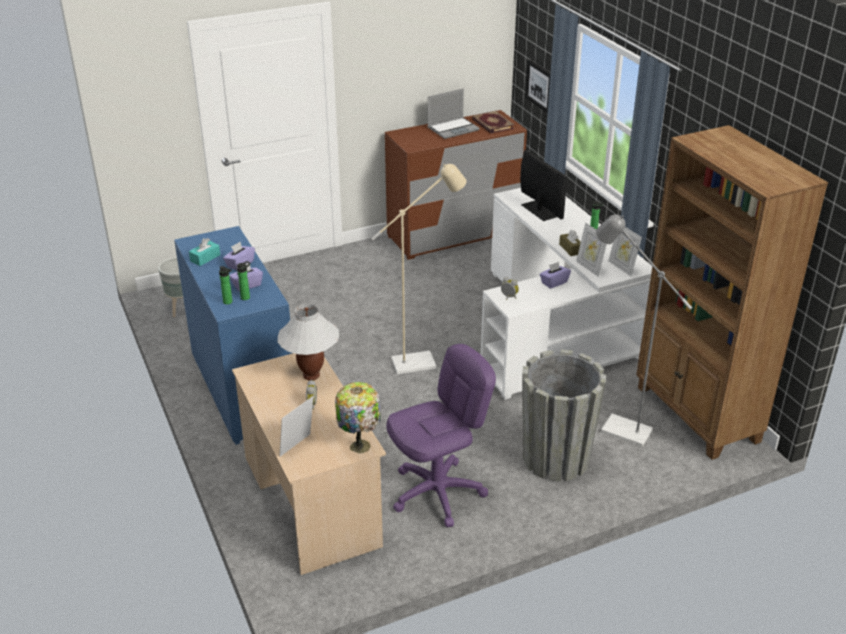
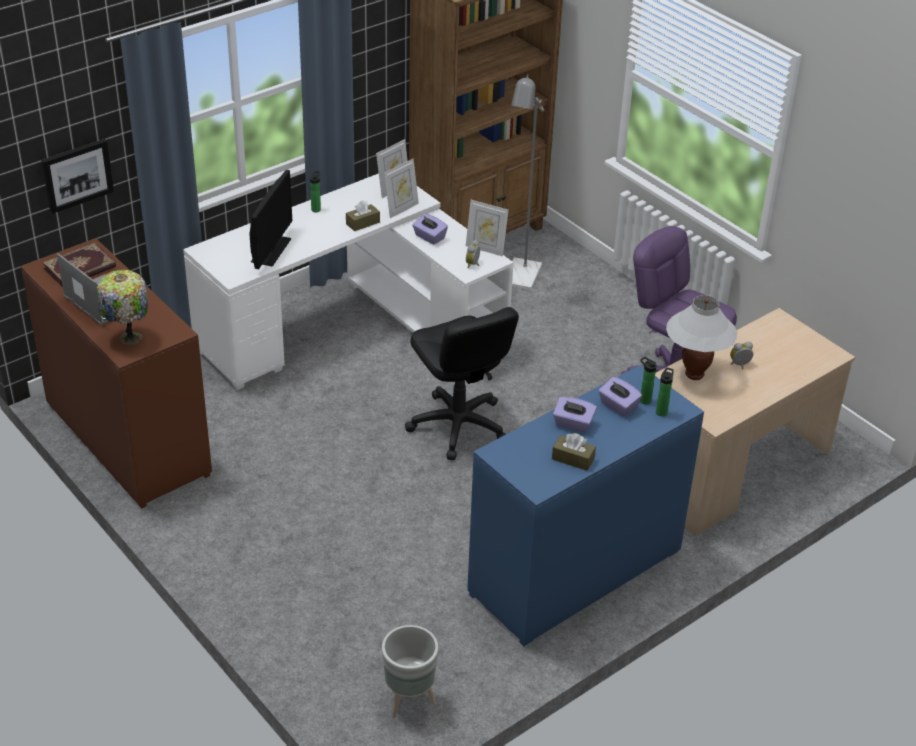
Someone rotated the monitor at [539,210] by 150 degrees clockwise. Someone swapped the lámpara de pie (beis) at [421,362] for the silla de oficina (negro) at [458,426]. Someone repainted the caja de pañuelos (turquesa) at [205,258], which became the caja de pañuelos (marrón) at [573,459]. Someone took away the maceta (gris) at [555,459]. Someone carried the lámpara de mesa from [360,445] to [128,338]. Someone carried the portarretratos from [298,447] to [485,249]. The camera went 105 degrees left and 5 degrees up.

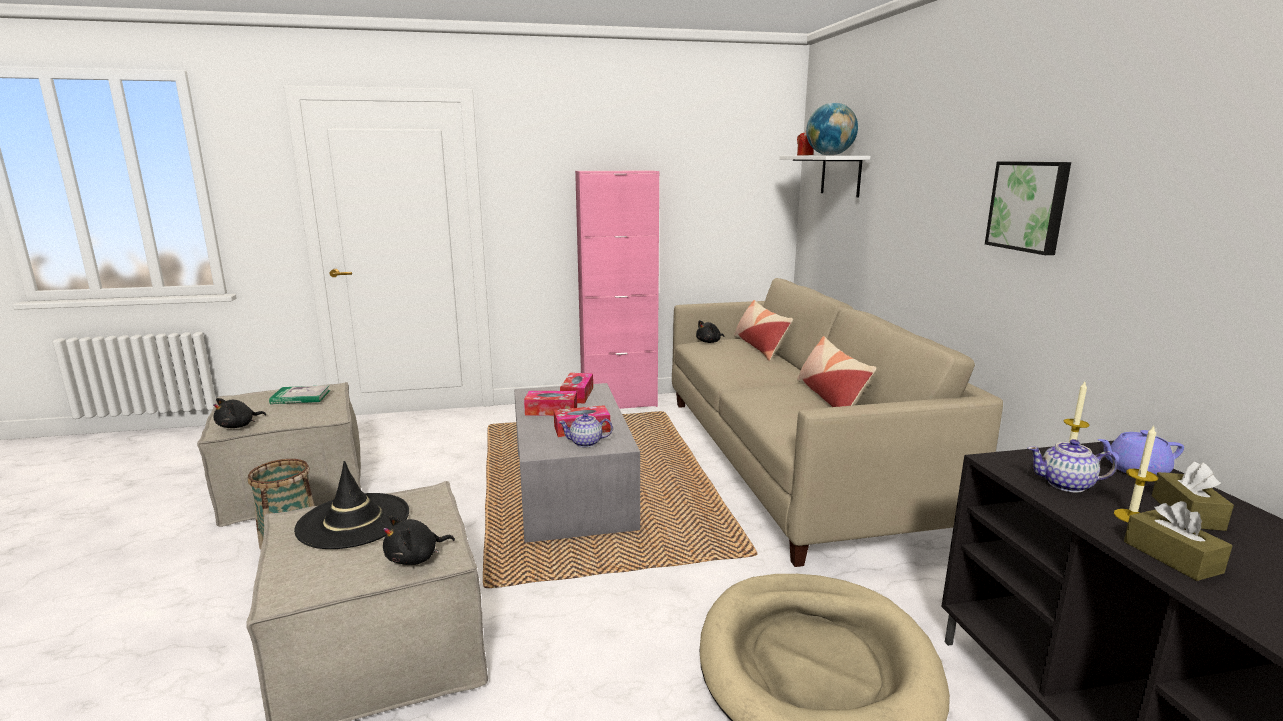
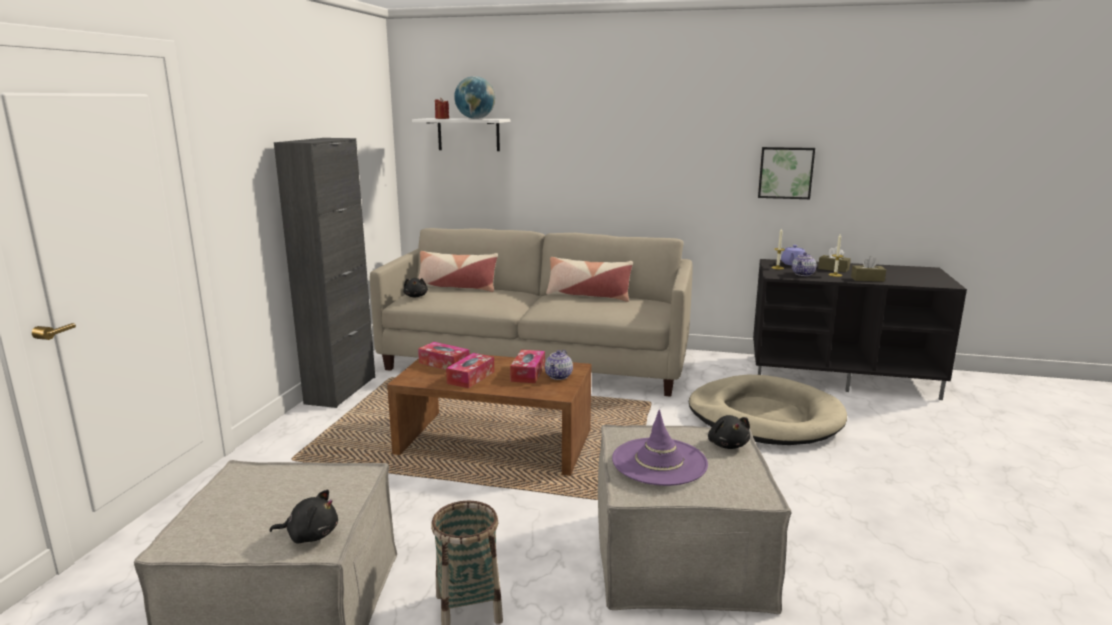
Someone carried the cuadro from [1029,206] to [785,172]. Someone repainted the armario (rosa) at [619,403], which became the armario (negro) at [341,390]. Someone repainted the mesa de centro (gris) at [573,488], which became the mesa de centro (marrón) at [495,441]. Someone took away the libro at [301,397]. Someone rotated the peluche (negro) at [238,426] by 60 degrees counterclockwise. Someone repainted the sombrero (negro) at [353,521], which became the sombrero (morado) at [659,462]. The camera went 65 degrees left and 0 degrees up.

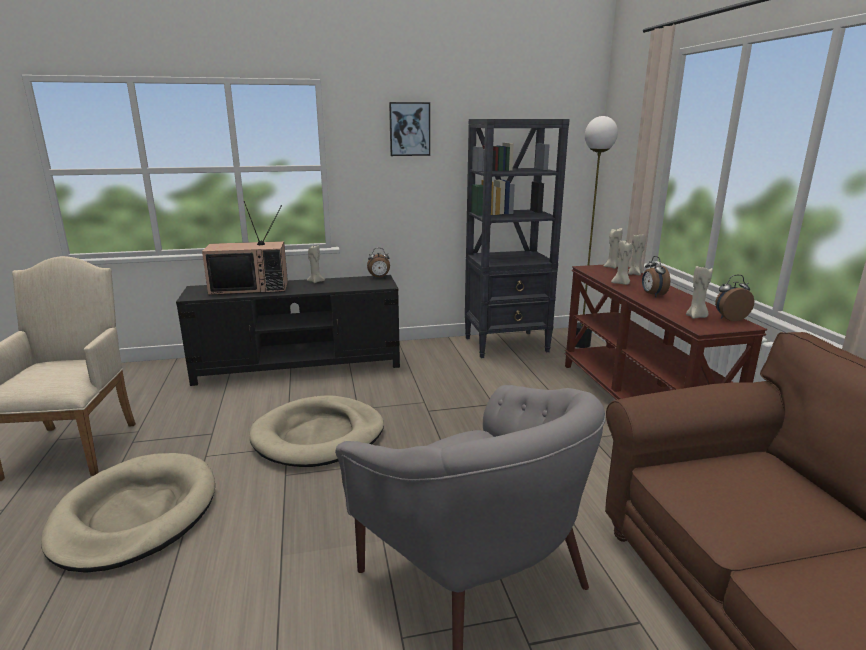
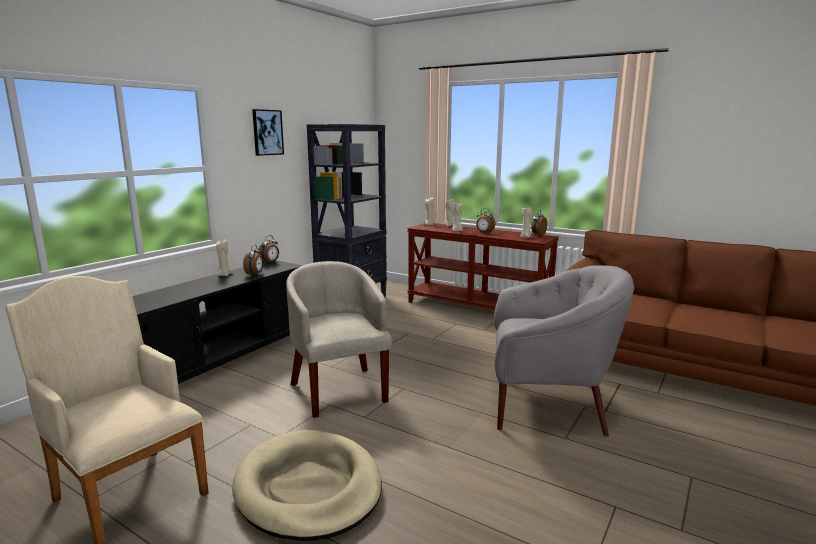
Someone took away the lámpara de pie at [581,344]. Someone took away the televisor at [250,288]. Someone swapped the cama para perro (beis) at [319,436] for the sillón (beis) at [339,390]. Someone put down the despertador at [255,274]. The camera went 45 degrees left and 5 degrees down.

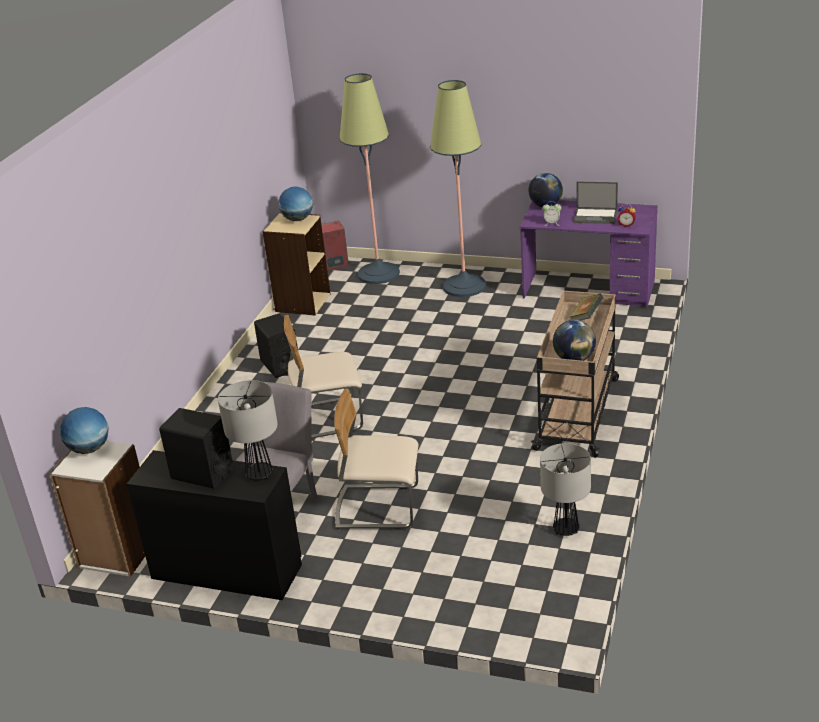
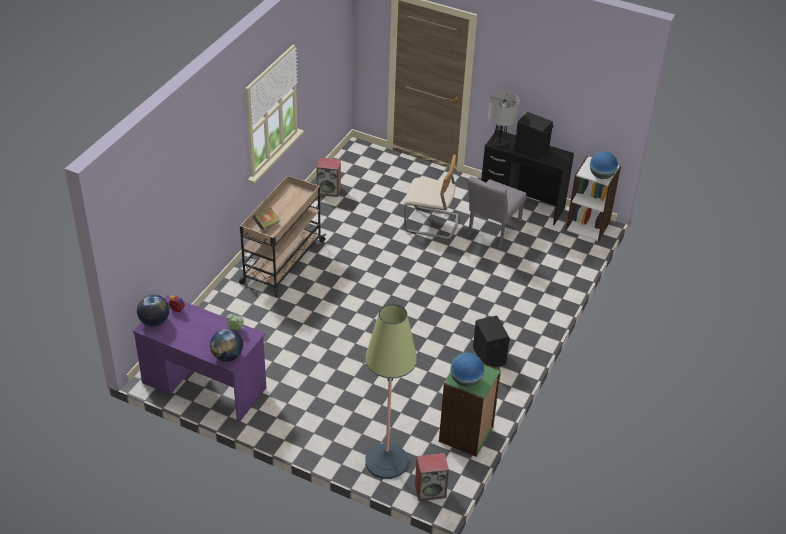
Someone took away the lámpara de pie at [464,286]. Someone took away the portátil at [596,216]. Someone repainted the estantería (beis) at [302,302], which became the estantería (verde) at [466,435]. Someone took away the silla (beis) at [325,419]. Someone carried the globo terráqueo from [574,359] to [154,321]. Someone swapped the lámpara de mesa at [565,530] for the altavoz at [329,190]. The camera went 175 degrees left and 10 degrees up.

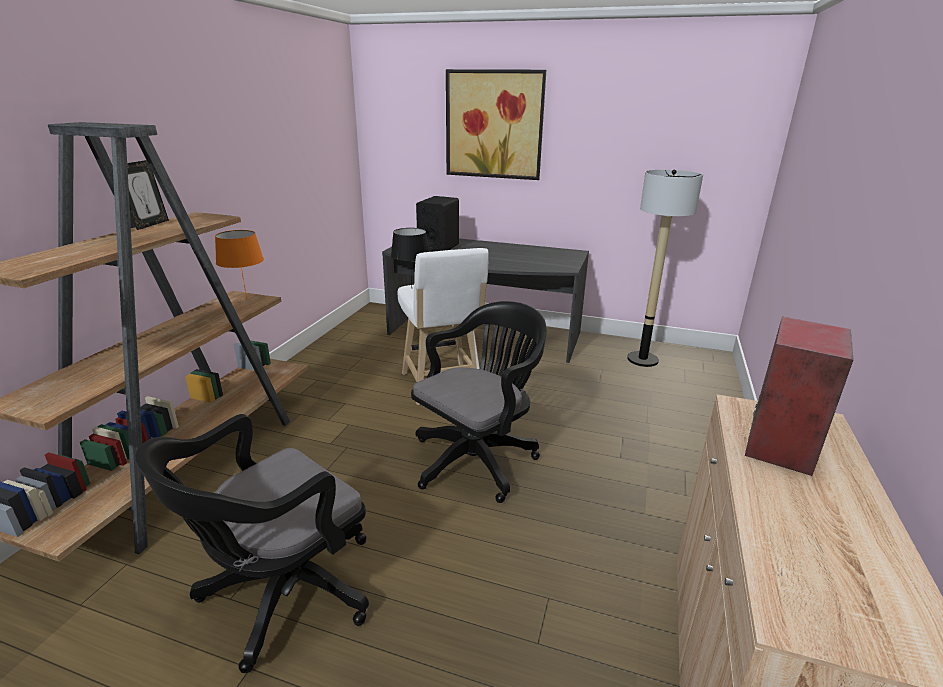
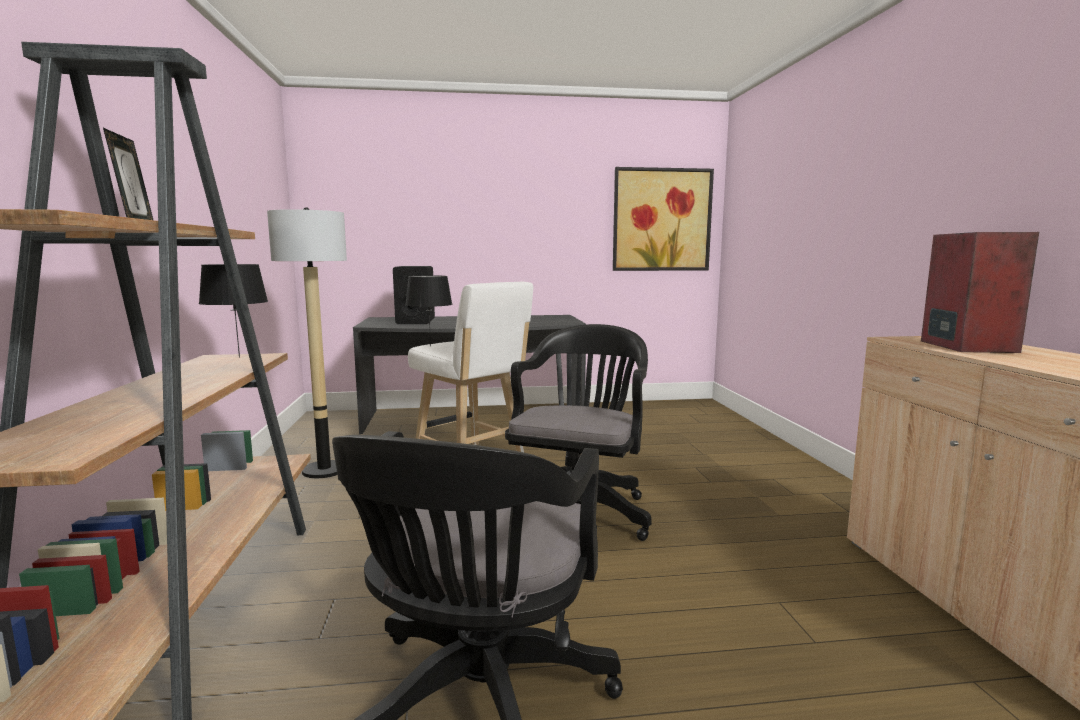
Someone carried the cuadro from [494,125] to [661,220]. Someone carried the lámpara de pie from [642,359] to [324,470]. Someone repainted the lámpara de mesa (naranja) at [247,299], which became the lámpara de mesa (negro) at [240,357]. The camera went 25 degrees left and 15 degrees down.

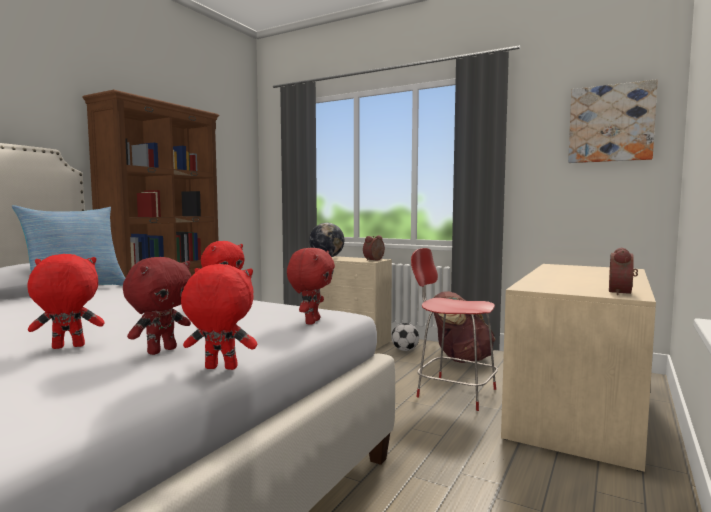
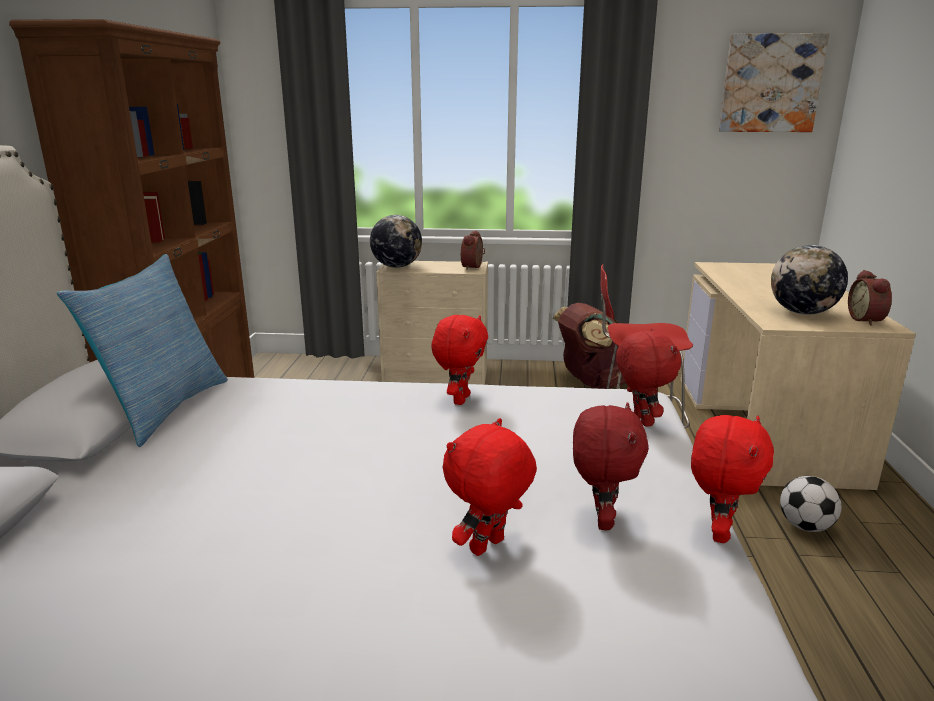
Someone rotated the peluche (rojo) at [220,369] by 135 degrees clockwise. Someone carried the balón de fútbol from [405,350] to [805,526]. Someone put down the globo terráqueo at [802,313]. The camera went 25 degrees left and 15 degrees up.

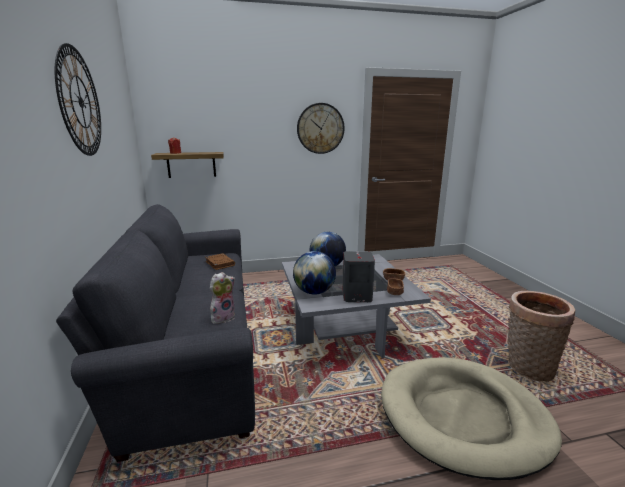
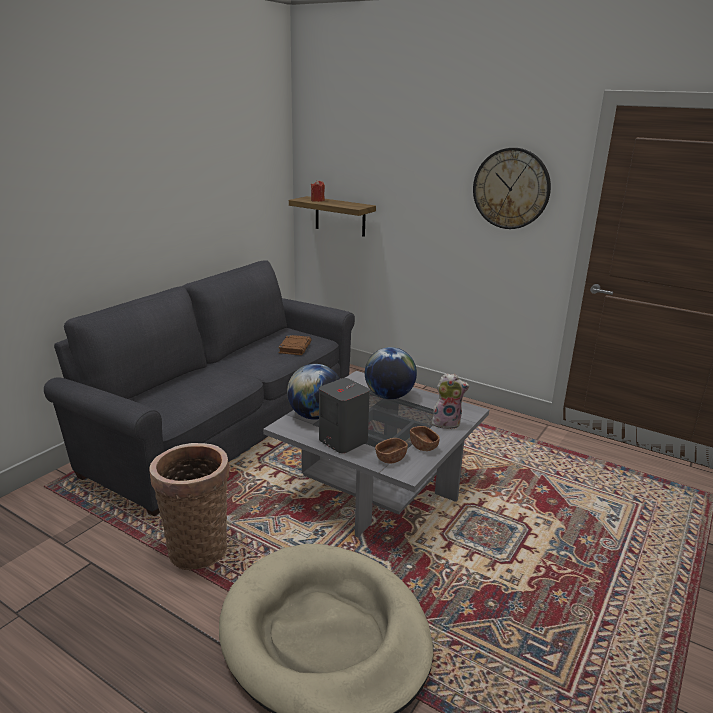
Someone took away the reloj de pared at [80,102]. Someone carried the peluche from [223,317] to [447,423]. Someone carried the cesta from [527,367] to [197,547]. The camera went 45 degrees right and 5 degrees up.

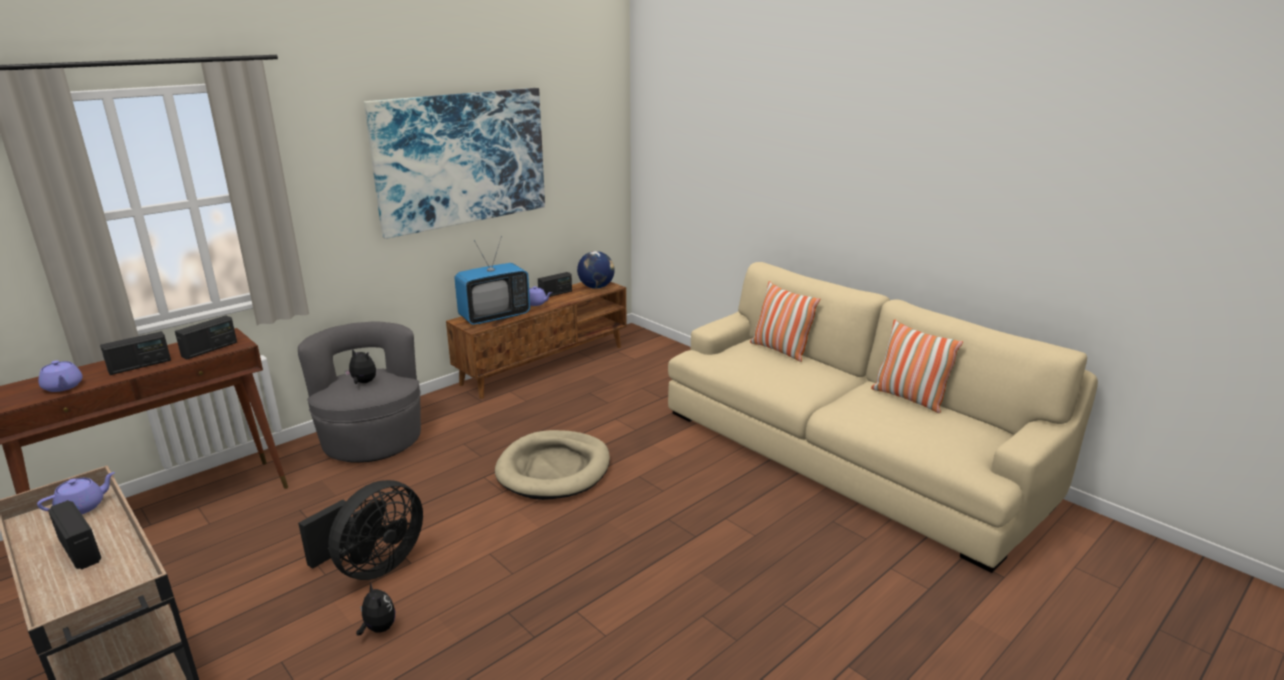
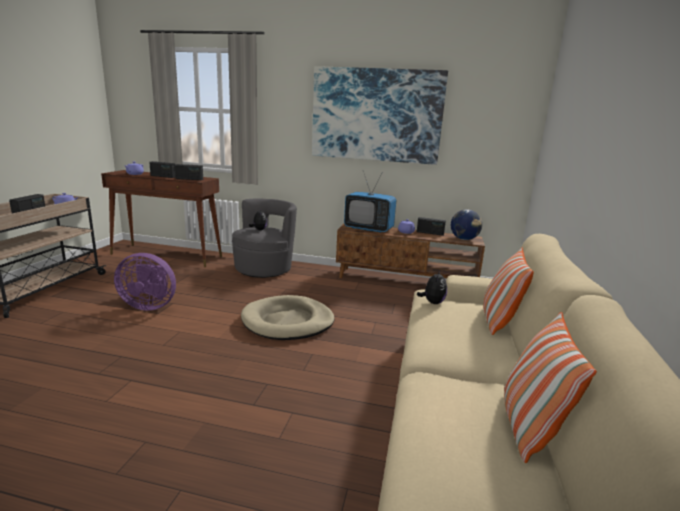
Someone repainted the ventilador (negro) at [373,566], which became the ventilador (morado) at [149,305]. Someone carried the peluche from [378,628] to [432,302]. The camera went 55 degrees right and 5 degrees down.

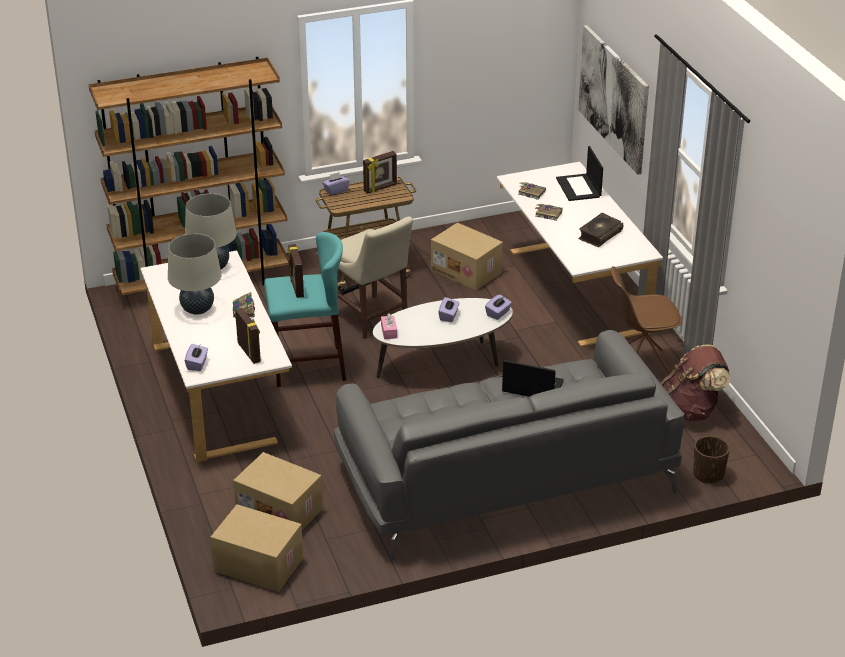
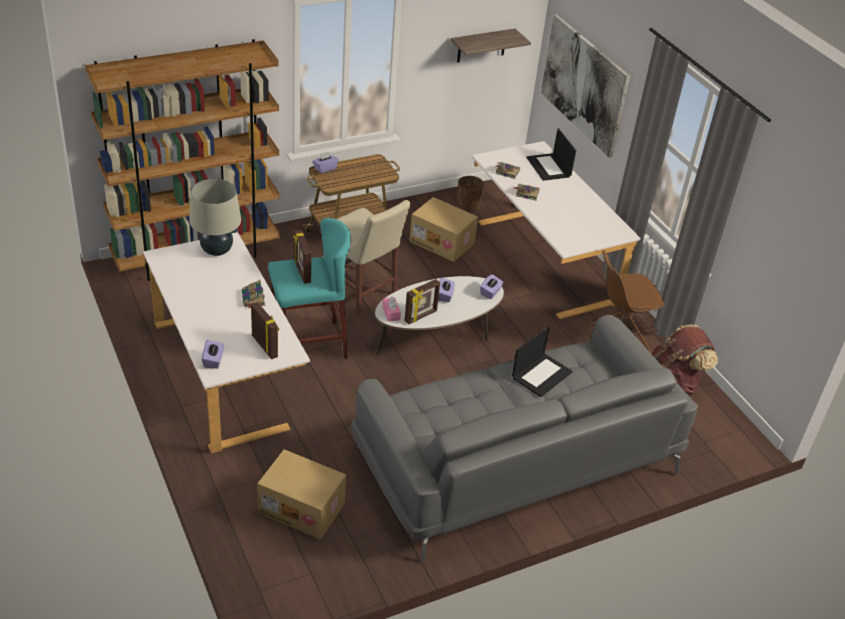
Someone carried the portarretratos from [380,188] to [421,316]. Someone took away the libro at [599,235]. Someone took away the lámpara de mesa (beis) at [197,309]. Someone rotated the portátil at [531,386] by 120 degrees clockwise. Someone carried the maceta (marrón) from [708,474] to [468,205]. Someone took away the caja de cartón at [257,565]. Someone put up the estante at [481,45]. The camera went 10 degrees left and 5 degrees up.

